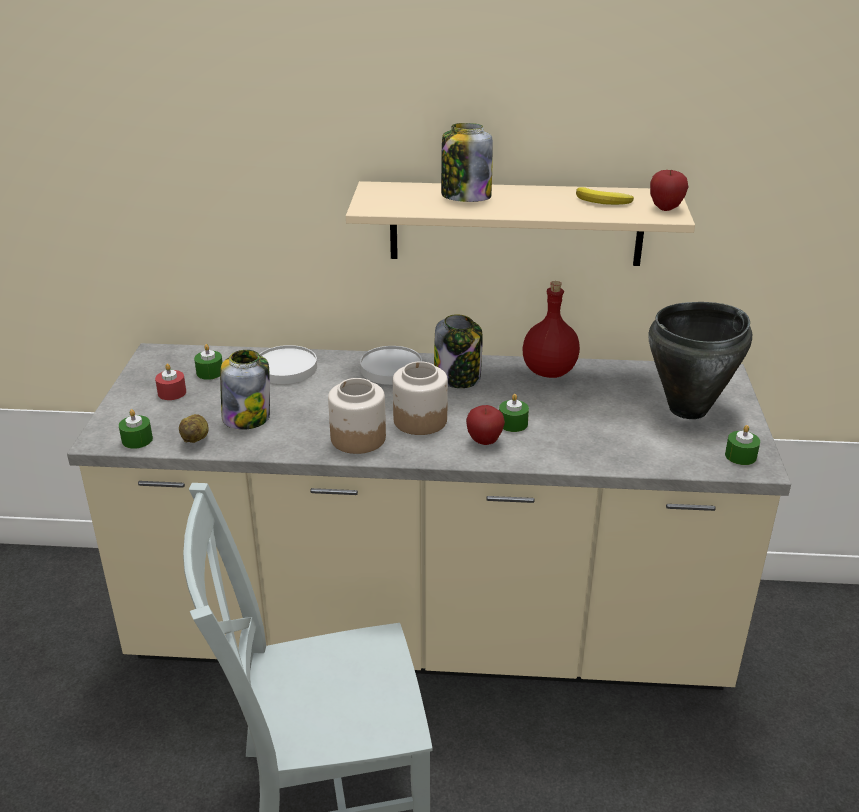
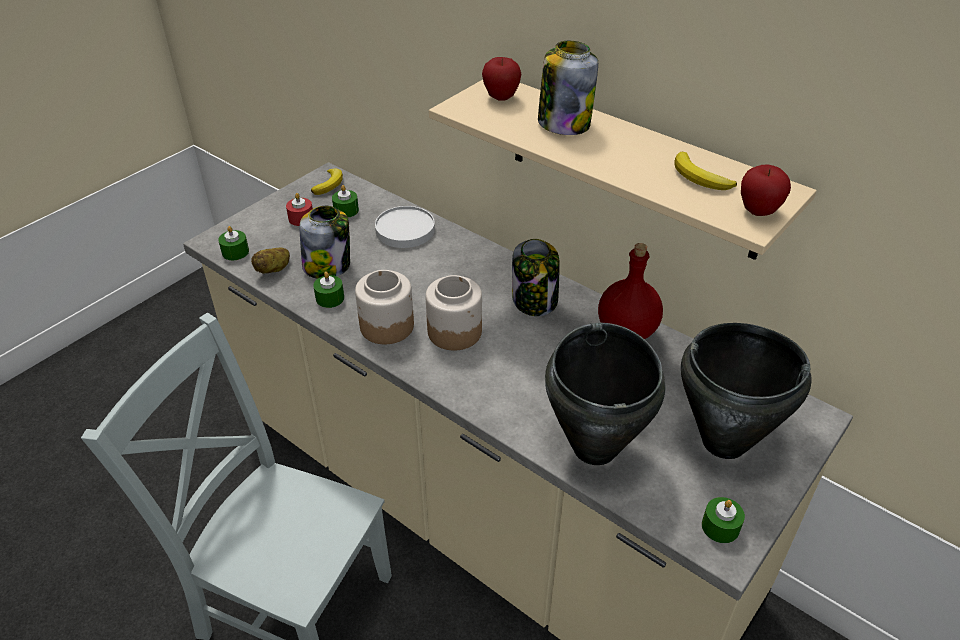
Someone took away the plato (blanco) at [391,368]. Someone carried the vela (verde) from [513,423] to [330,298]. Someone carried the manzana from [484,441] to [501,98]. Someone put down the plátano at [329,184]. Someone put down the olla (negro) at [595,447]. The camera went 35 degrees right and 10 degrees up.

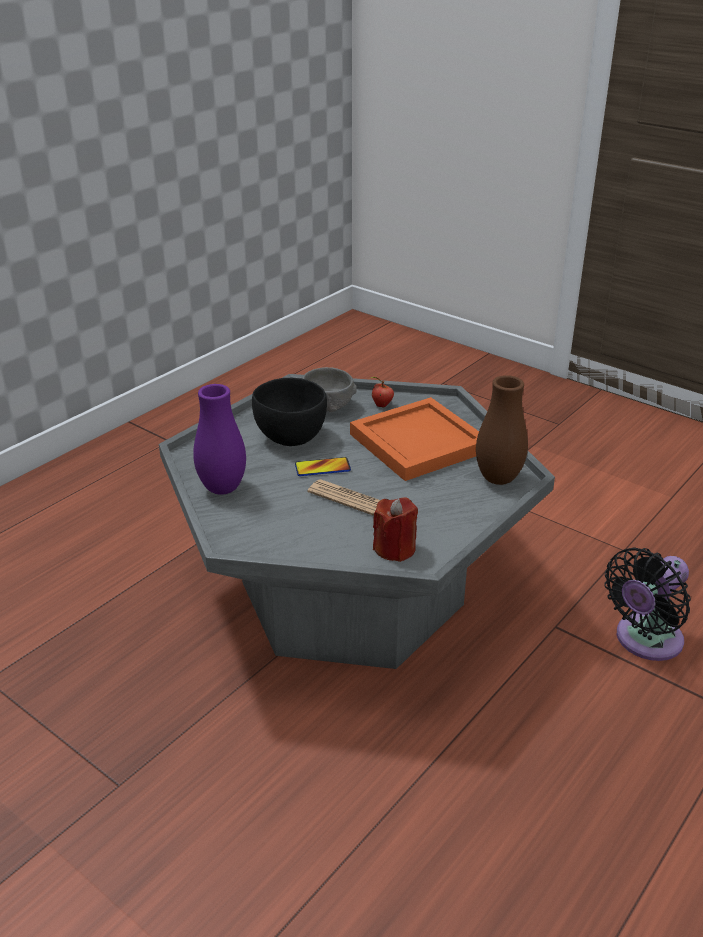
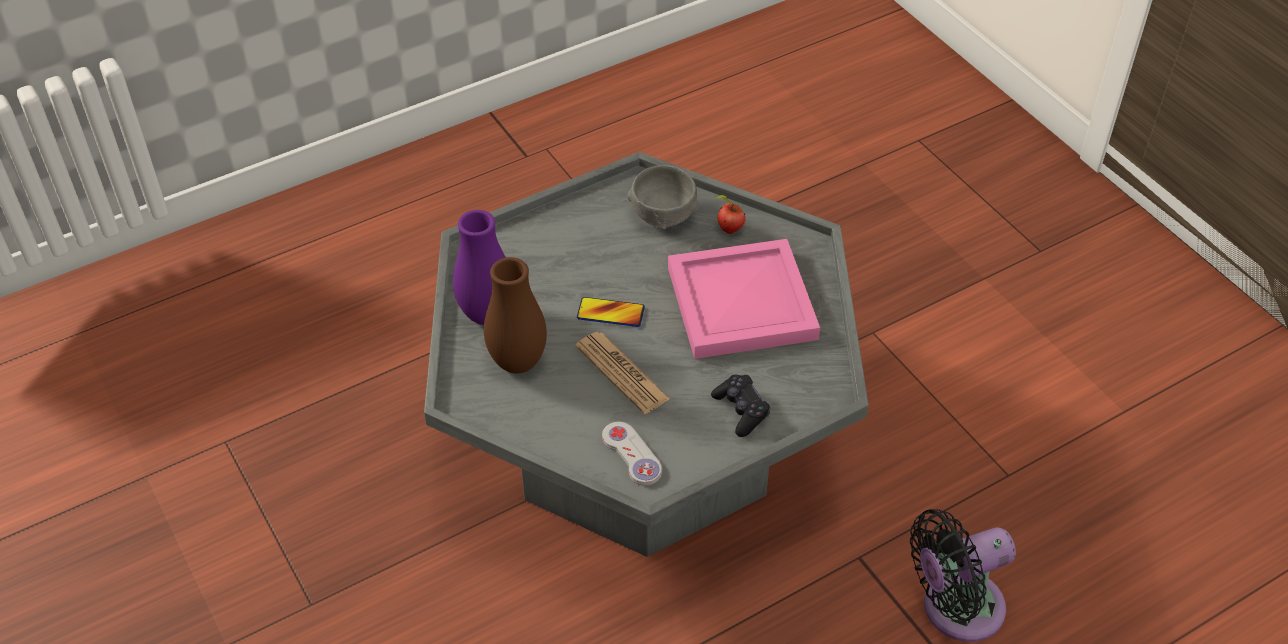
Someone carried the florero (marrón) from [498,479] to [518,362]. Someone took away the cuenco (negro) at [290,437]. Someone repainted the bandeja (naranja) at [418,441], which became the bandeja (rosa) at [743,301]. Someone swapped the vela (rojo) at [395,549] for the mando de consola (blanco) at [631,455]. Someone put down the mando de consola (negro) at [741,410]. The camera went 20 degrees right and 15 degrees up.

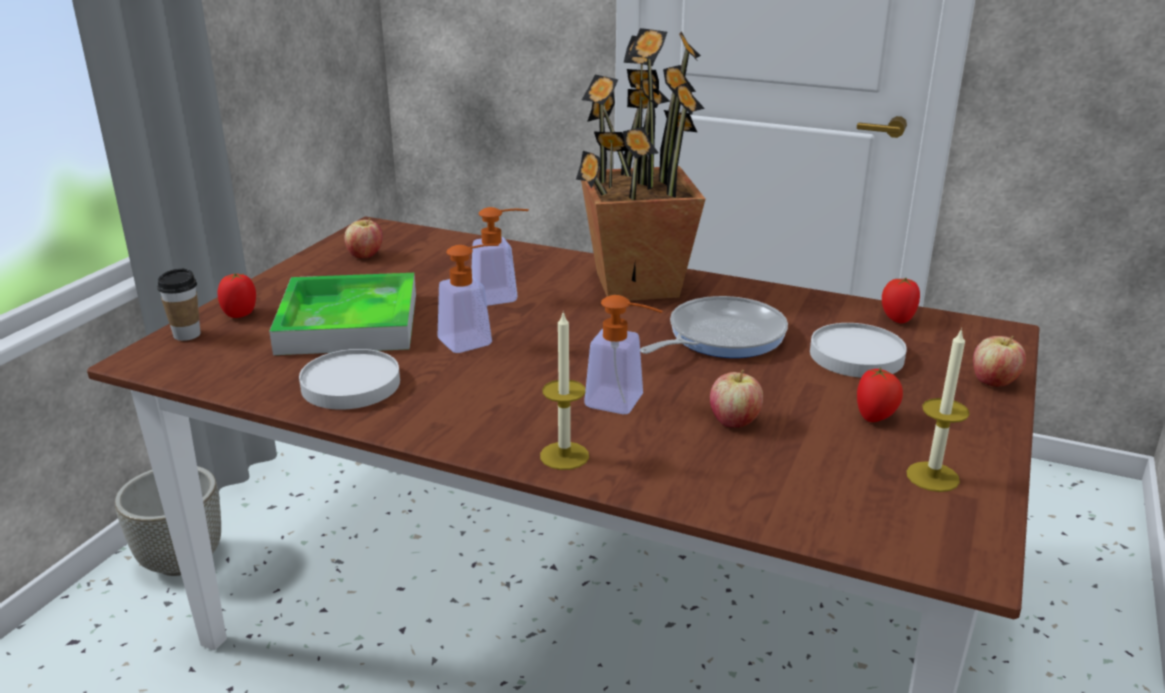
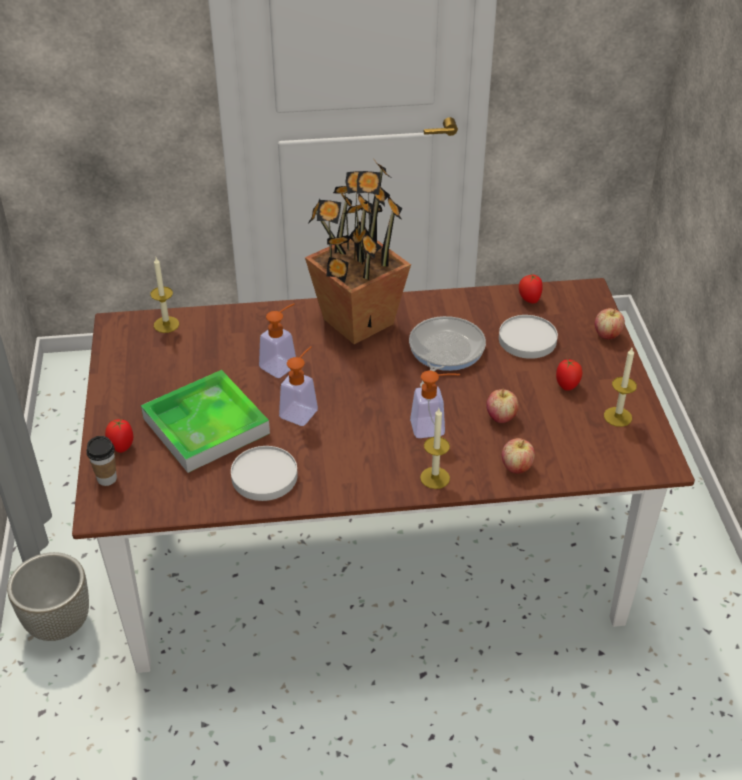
Someone carried the manzana from [365,256] to [516,467]. Someone put down the vela at [166,324]. The camera went 30 degrees left and 15 degrees up.

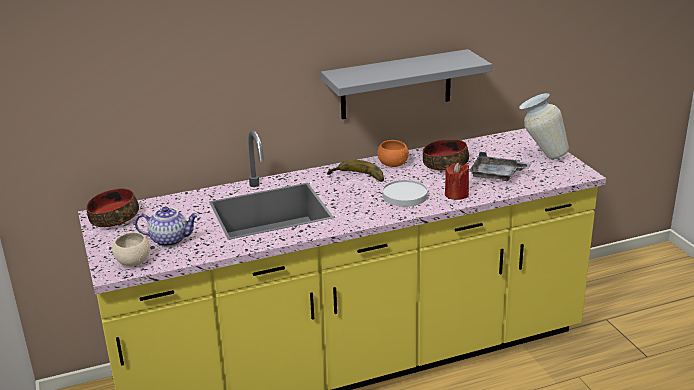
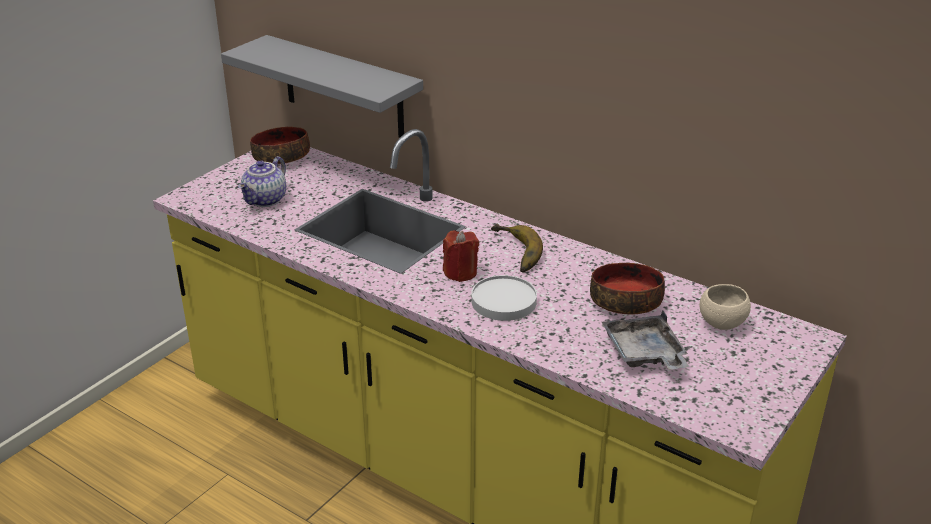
Someone carried the estante (gris) from [396,85] to [343,87]. Someone took away the florero at [540,155]. Someone took away the cuenco (naranja) at [392,164]. Someone carried the vela (rojo) from [456,194] to [460,272]. Someone rotated the tetera at [170,239] by 60 degrees clockwise. Someone carried the cuenco (beis) from [133,262] to [722,323]. The camera went 55 degrees right and 5 degrees up.

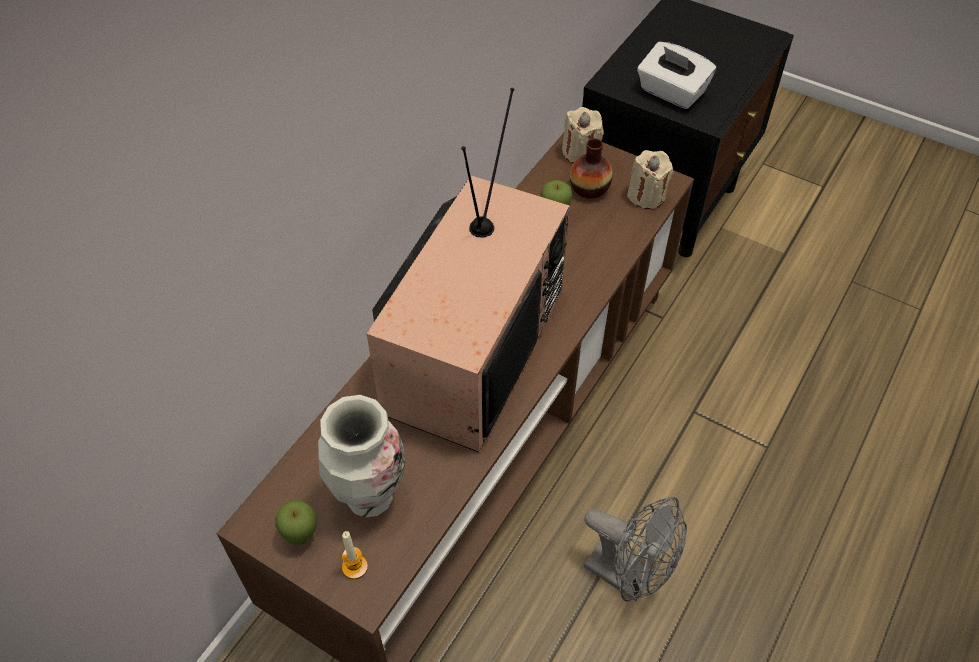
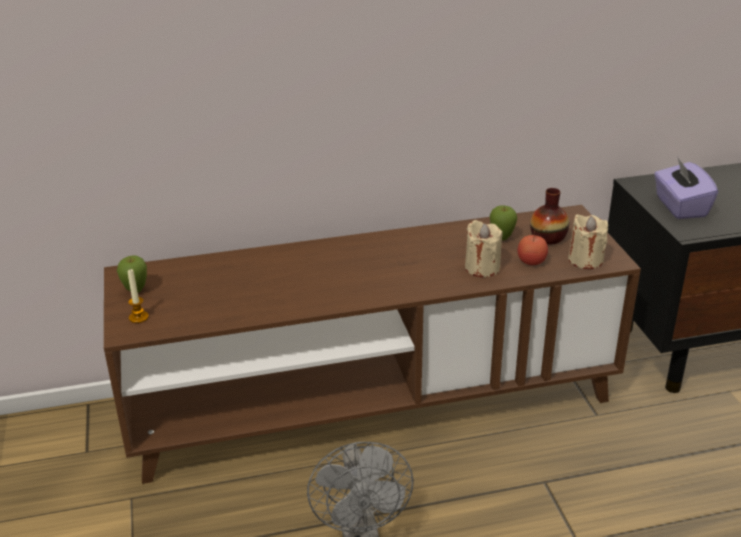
Someone repainted the caja de pañuelos (blanco) at [671,92], which became the caja de pañuelos (morado) at [680,207]. Someone took away the televisor at [472,346]. Someone carried the vela (beis) from [580,153] to [482,268]. Someone took away the florero at [369,498]. Someone put down the manzana at [531,261]. The camera went 45 degrees right and 20 degrees down.

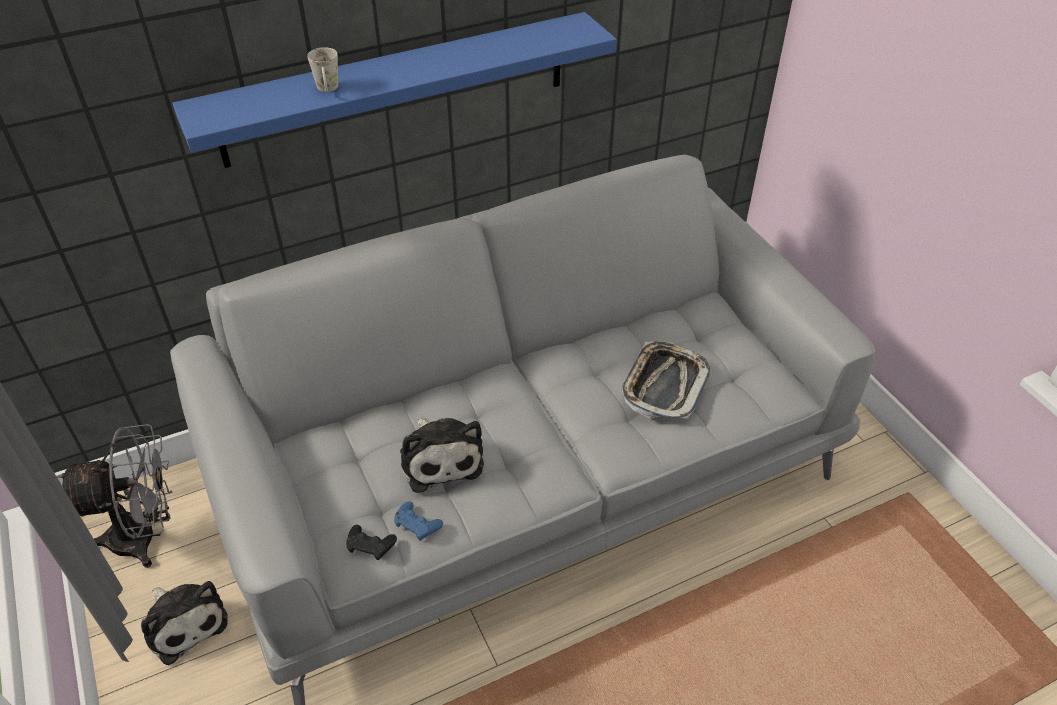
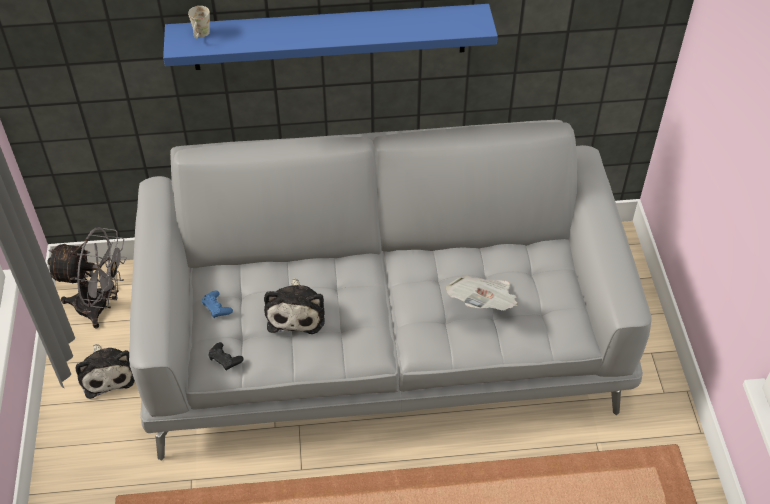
Someone carried the taza grande (blanco) from [328,90] to [200,35]. Someone swapped the bandeja at [664,385] for the periódico at [483,304]. Someone carried the mando de consola (azul) from [417,524] to [217,307]. The camera went 20 degrees right and 5 degrees up.

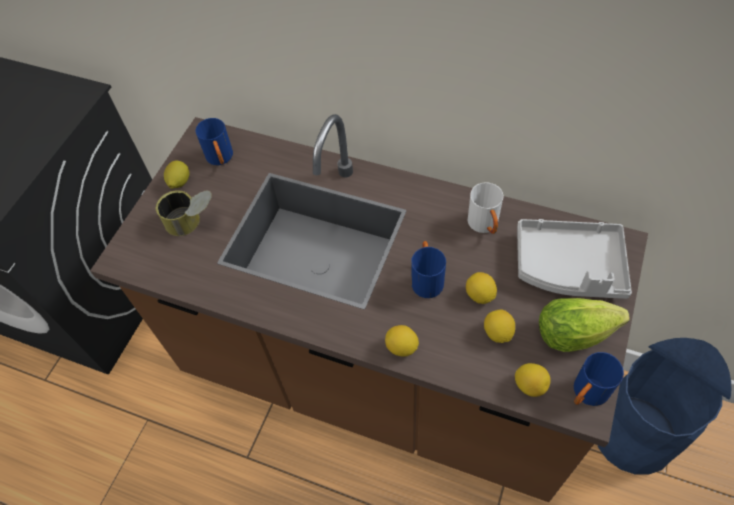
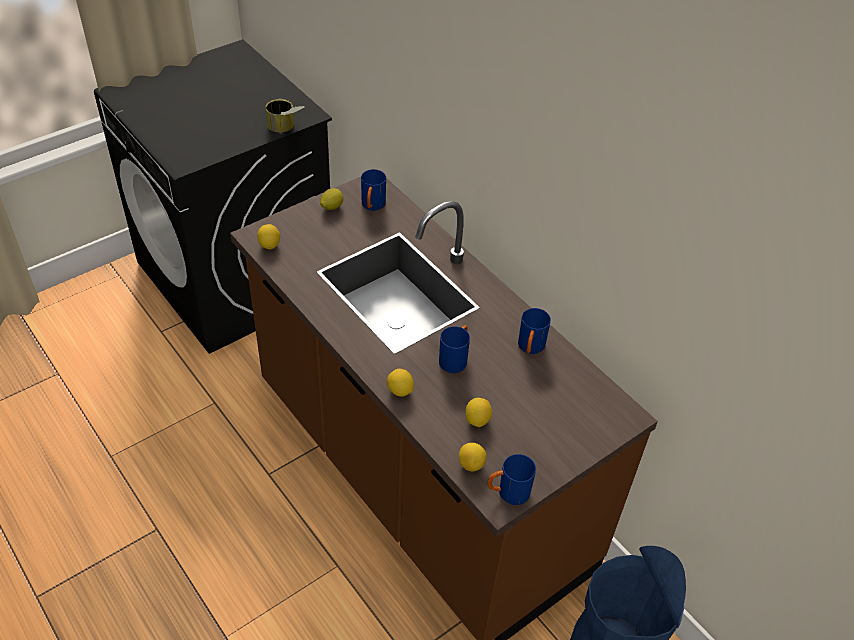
Someone repainted the taza grande (blanco) at [485,226], which became the taza grande (azul) at [530,348]. Someone carried the lata from [192,223] to [286,128]. Someone took away the bandeja (gris) at [569,267]. Someone carried the limón from [479,295] to [269,245]. Someone took away the lechuga at [578,332]. The camera went 25 degrees right and 10 degrees down.

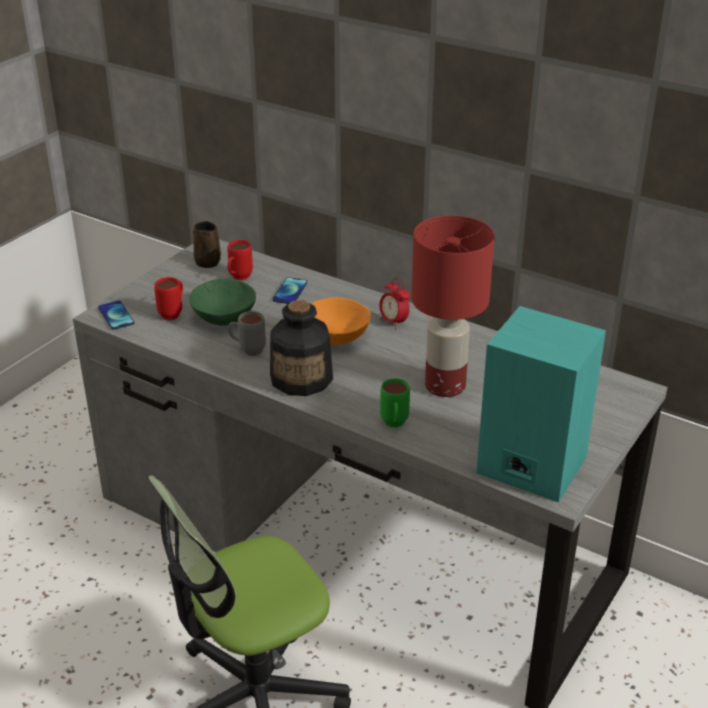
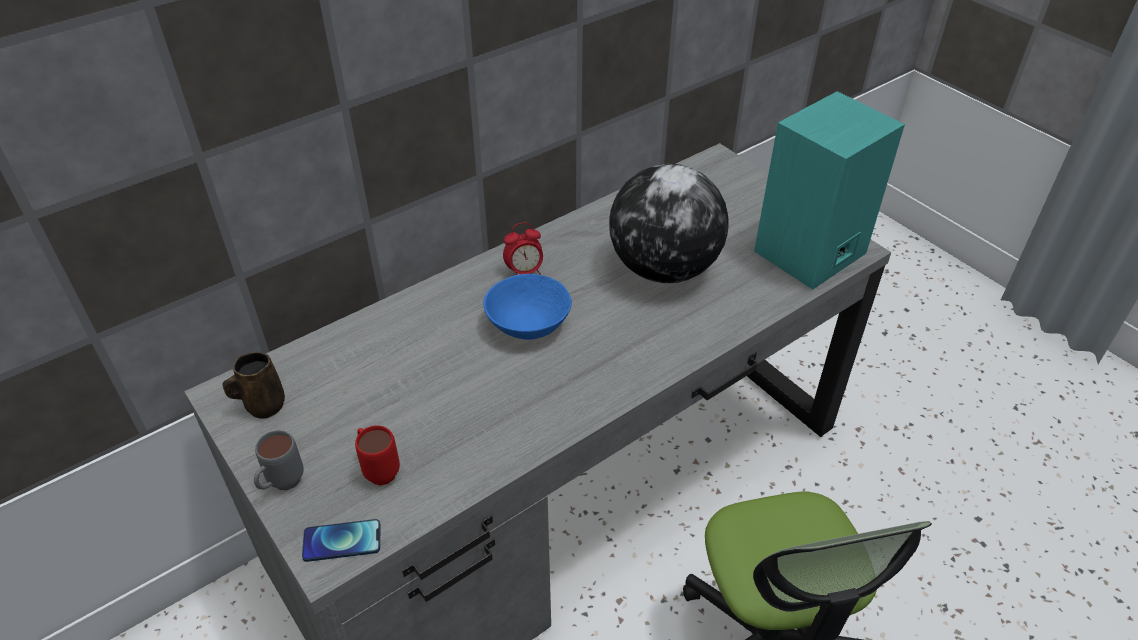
Someone swapped the lámpara de mesa (rojo) at [446,386] for the globo terráqueo at [664,268]. Someone took away the taza grande (rojo) at [238,278]. Someone took away the móvil at [290,292]. Someone took away the cuenco (verde) at [225,317]. Someone repainted the cuenco (naranja) at [336,337], which became the cuenco (azul) at [528,325]. Someone took away the botella at [302,378]. Someone carried the taza grande (gris) from [247,350] to [281,485]. Someone took away the taza grande (verde) at [394,425]. The camera went 70 degrees left and 10 degrees up.

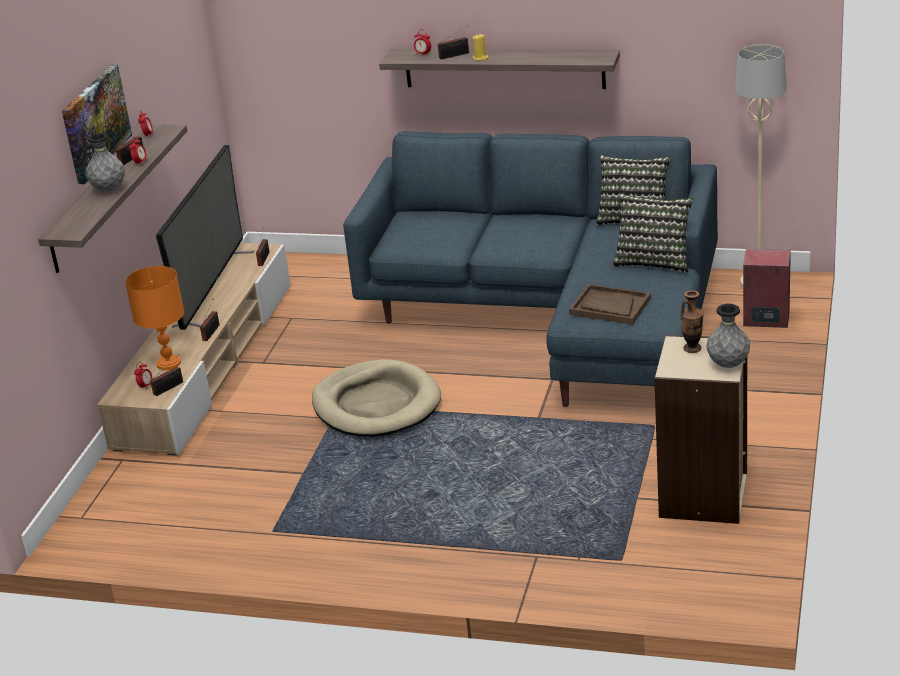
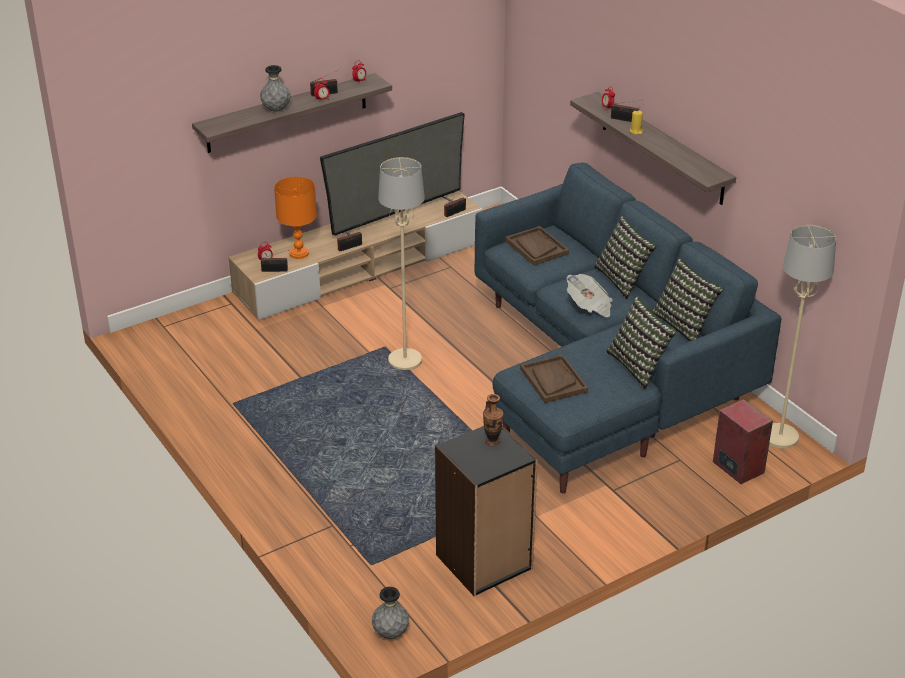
Someone took away the cuadro at [95,123]. Someone carried the florero (gris) from [728,365] to [391,633]. Someone repainted the estantería (beis) at [704,496], which became the estantería (negro) at [484,562]. Someone swapped the cama para perro (beis) at [376,404] for the lámpara de pie (beis) at [405,360]. Someone put down the cojín at [623,279]. Someone put down the bandeja (marrón) at [536,247]. Someone put down the periódico at [589,306]. The camera went 40 degrees right and 5 degrees up.

